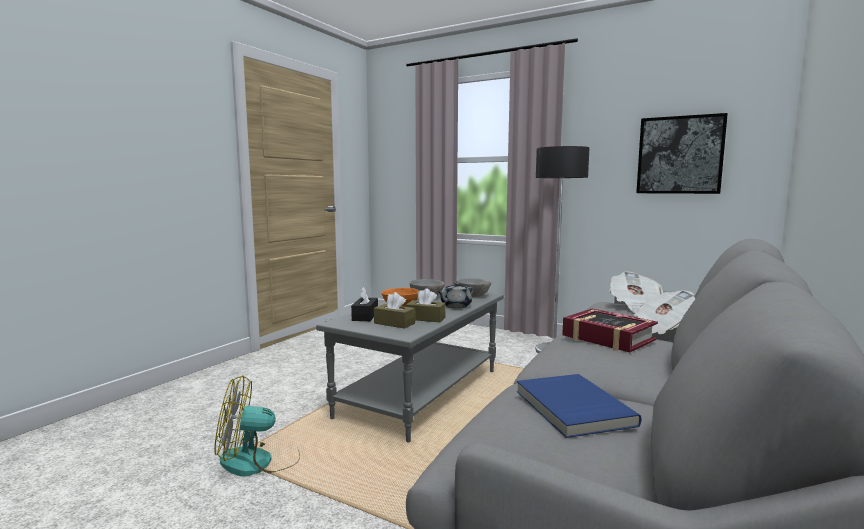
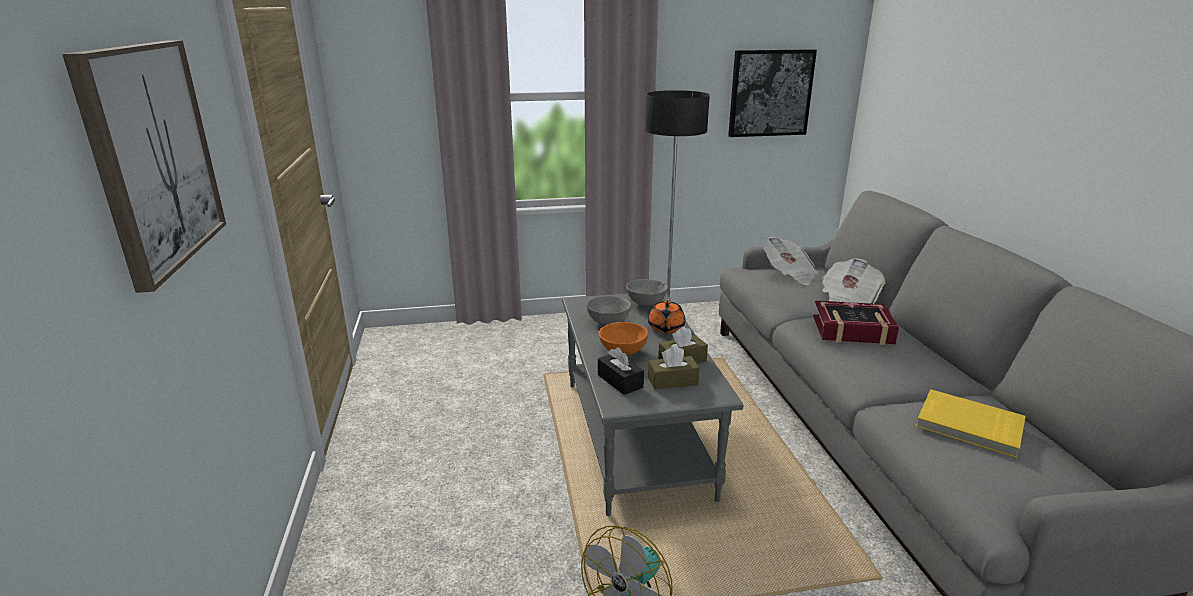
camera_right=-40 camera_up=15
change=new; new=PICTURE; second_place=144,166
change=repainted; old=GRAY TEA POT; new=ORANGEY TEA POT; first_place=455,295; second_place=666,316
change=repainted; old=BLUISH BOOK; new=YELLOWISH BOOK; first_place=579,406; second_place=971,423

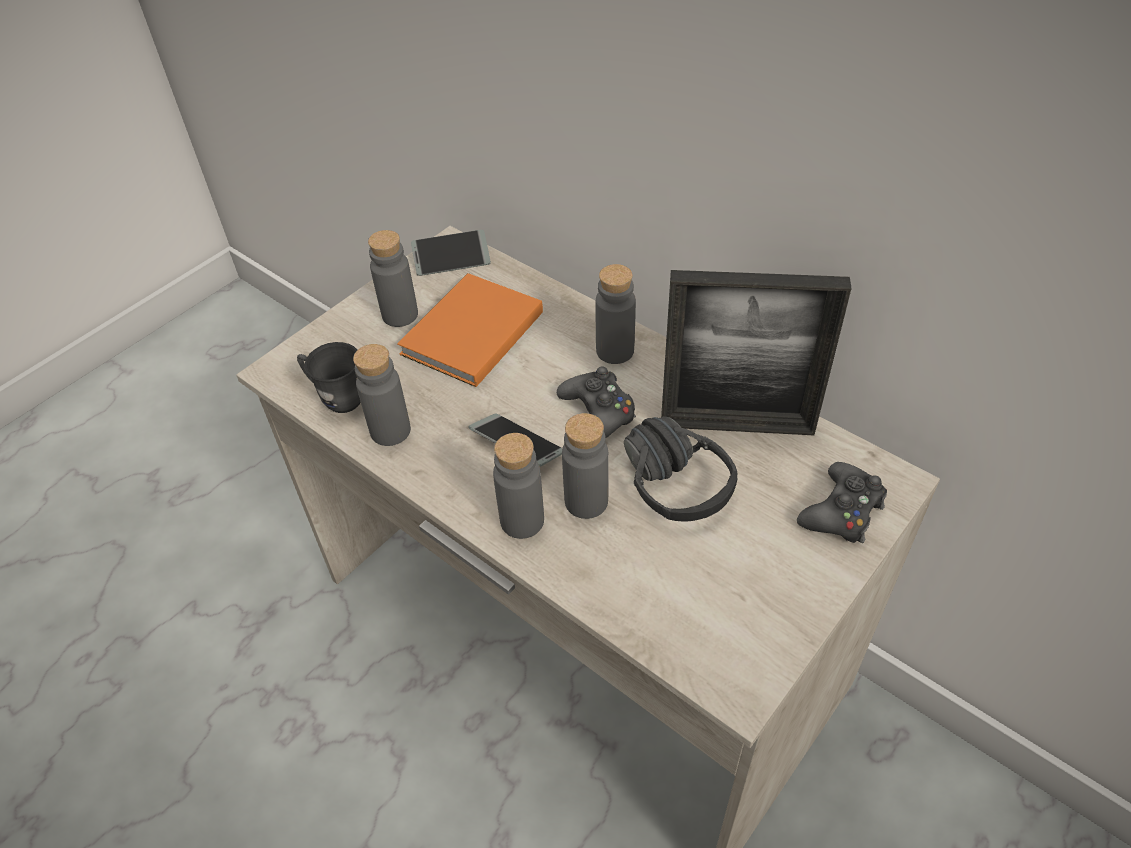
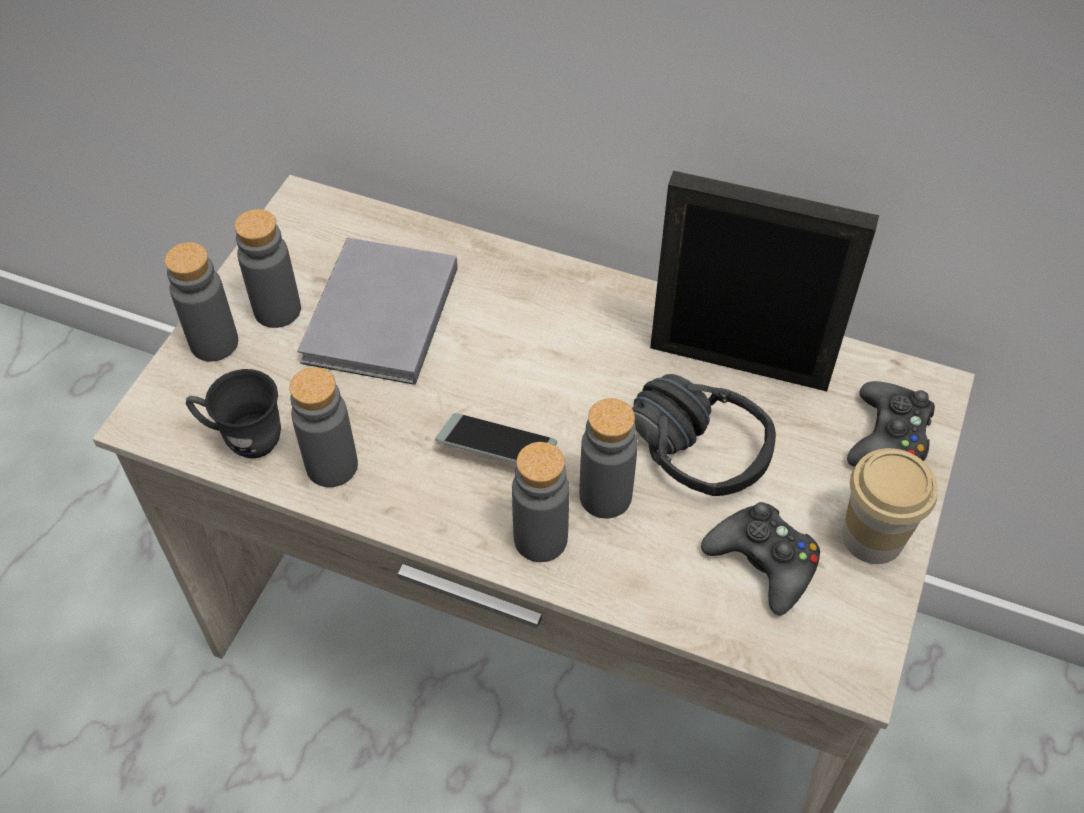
camera_right=-20 camera_up=5
change=shifted; old=GRAY DRINK BOTTLE; first_place=615,314; second_place=201,302
change=repainted; old=ORANGEY BOOK; new=GRAY BOOK; first_place=470,330; second_place=377,311
change=rotated; old=PICTURE FRAME; first_place=756,352; second_place=764,281; degrees=-150
change=shifted; old=BLACK-COLOURED GAMEPAD; first_place=596,402; second_place=760,559
change=new; new=DRINKING CUP; second_place=890,506
change=gone; old=PHONE; first_place=451,253

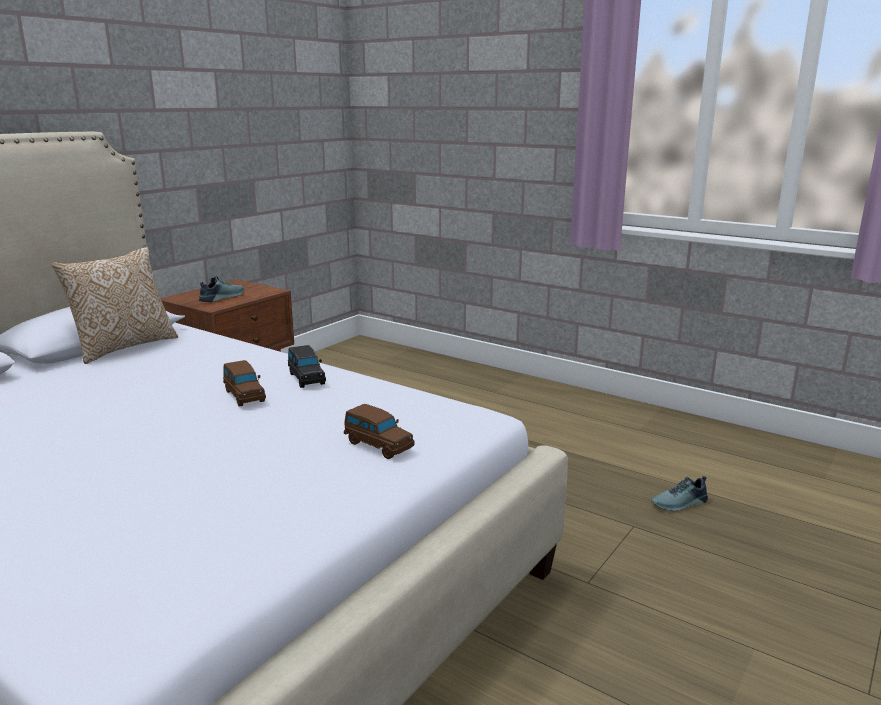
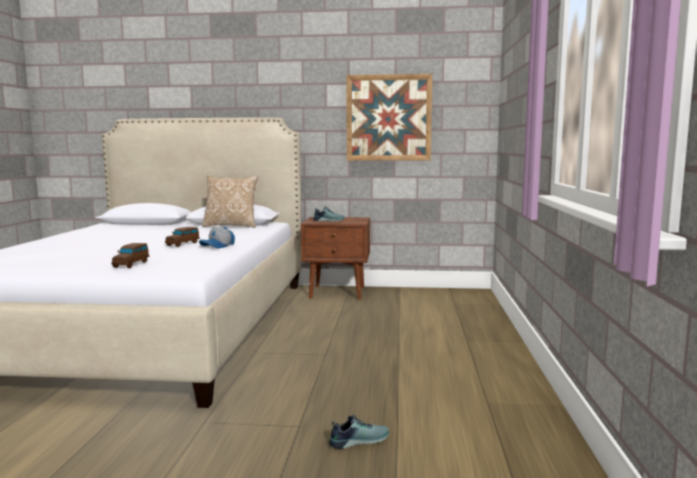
camera_right=60 camera_up=-10
change=swapped; old=BLACK-COLOURED MODEL CAR; new=BASEBALL CAP; first_place=307,366; second_place=217,237
change=rotated; old=ITEM OF FOOTWEAR; first_place=679,493; second_place=359,432; degrees=120
change=new; new=PICTURE; second_place=389,117

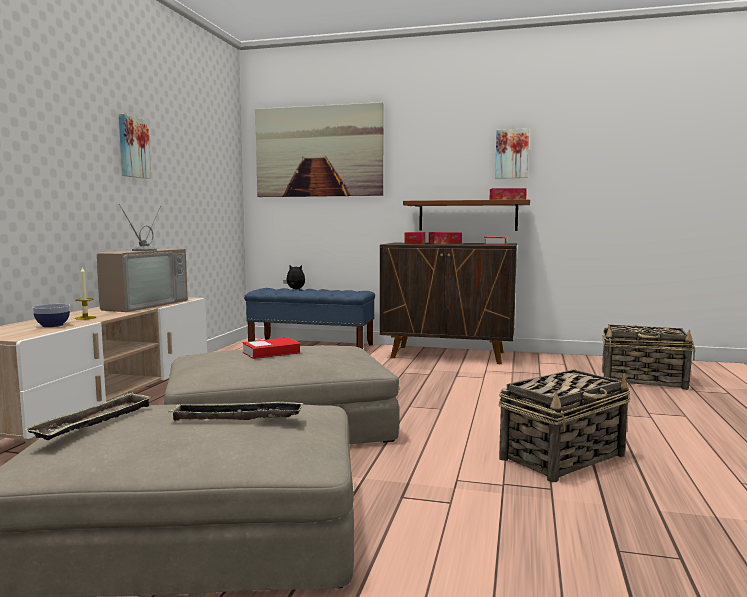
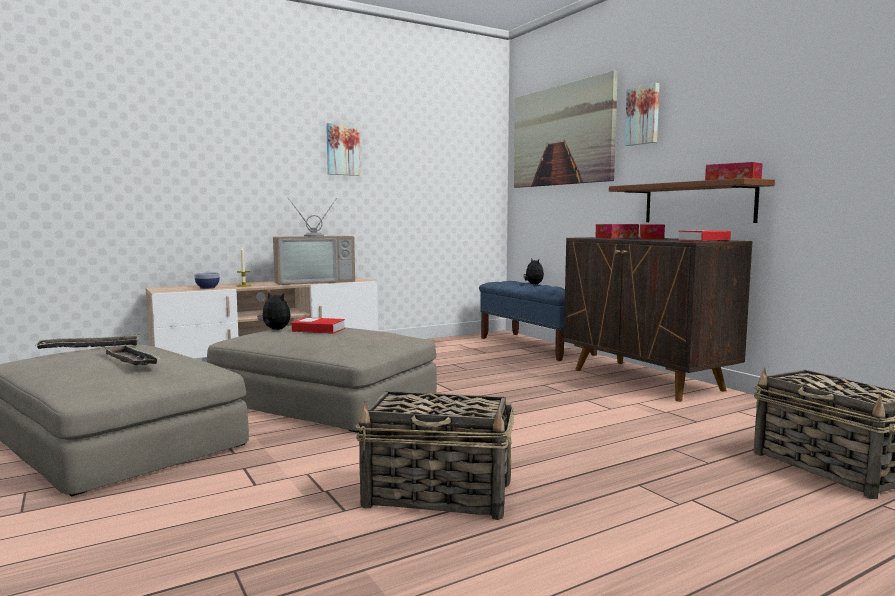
camera_right=45 camera_up=0
change=new; new=PLUSH TOY; second_place=274,311
change=shifted; old=PICTURE; first_place=512,154; second_place=642,114

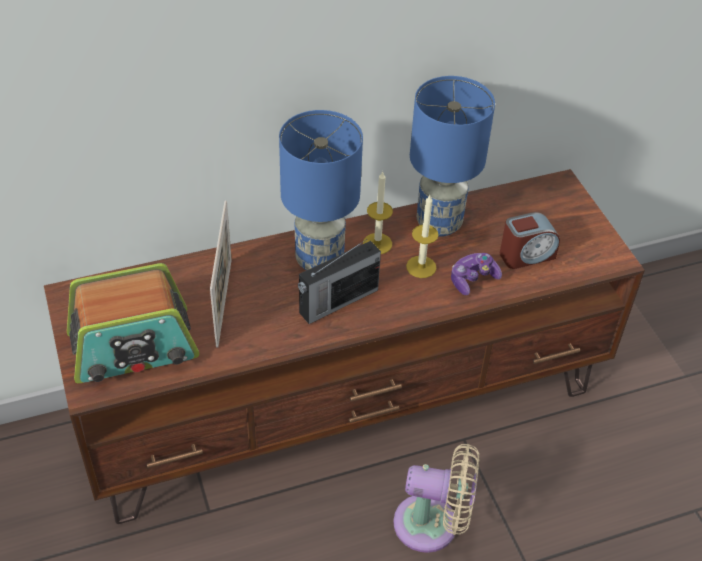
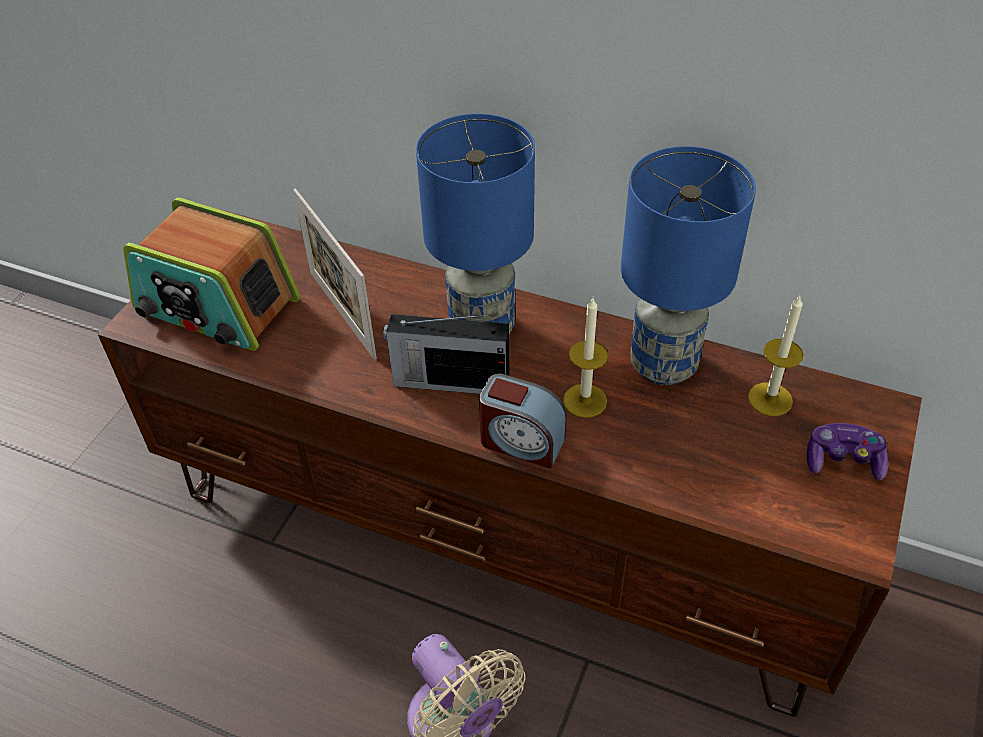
camera_right=45 camera_up=0
change=rotated; old=PICTURE FRAME; first_place=221,274; second_place=335,274; degrees=105
change=shifted; old=TABLE CLOCK; first_place=530,240; second_place=523,421
change=shifted; old=CANDLE; first_place=378,212; second_place=776,355
change=shifted; old=GAMEPAD; first_place=476,274; second_place=847,451

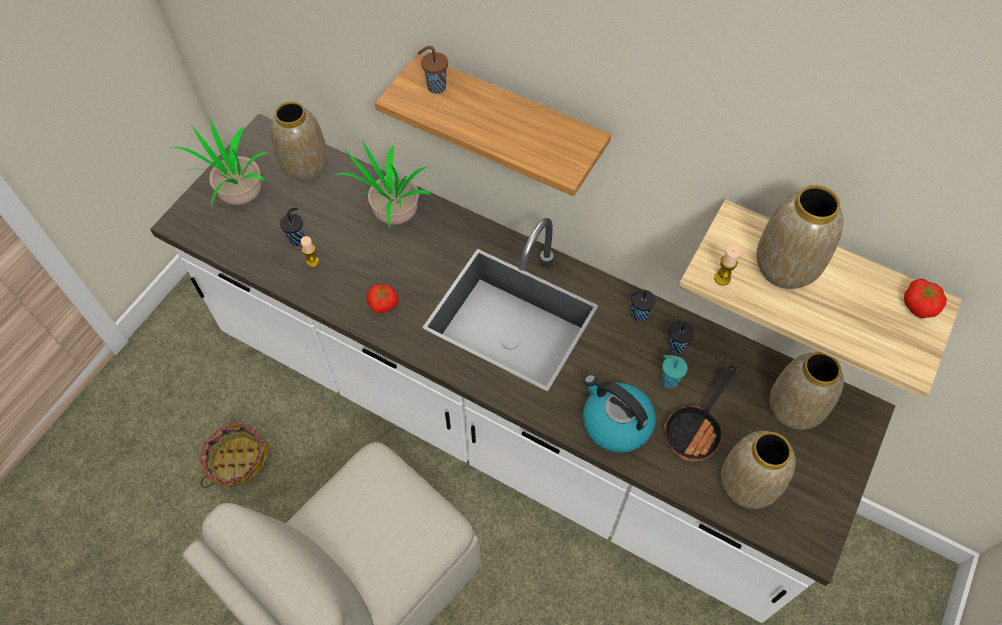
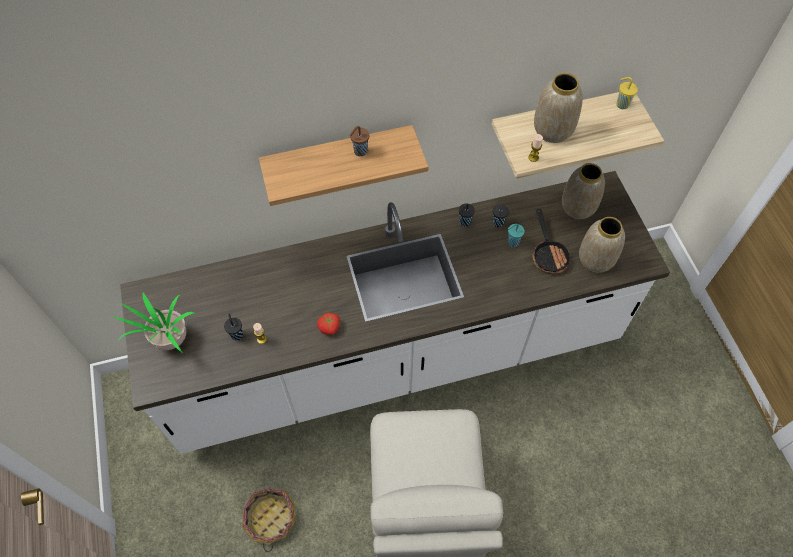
camera_right=-45 camera_up=0
change=shifted; old=BROWN-COLOURED DRINKING CUP; first_place=433,70; second_place=359,141
change=swapped; old=WHOLE TOMATO; new=YELLOWISH DRINKING CUP; first_place=925,299; second_place=627,93
change=gone; old=DECORATIVE VASE; first_place=299,141
change=gone; old=HOUSEPLANT; first_place=383,184
change=gone; old=WATER KETTLE; first_place=619,414

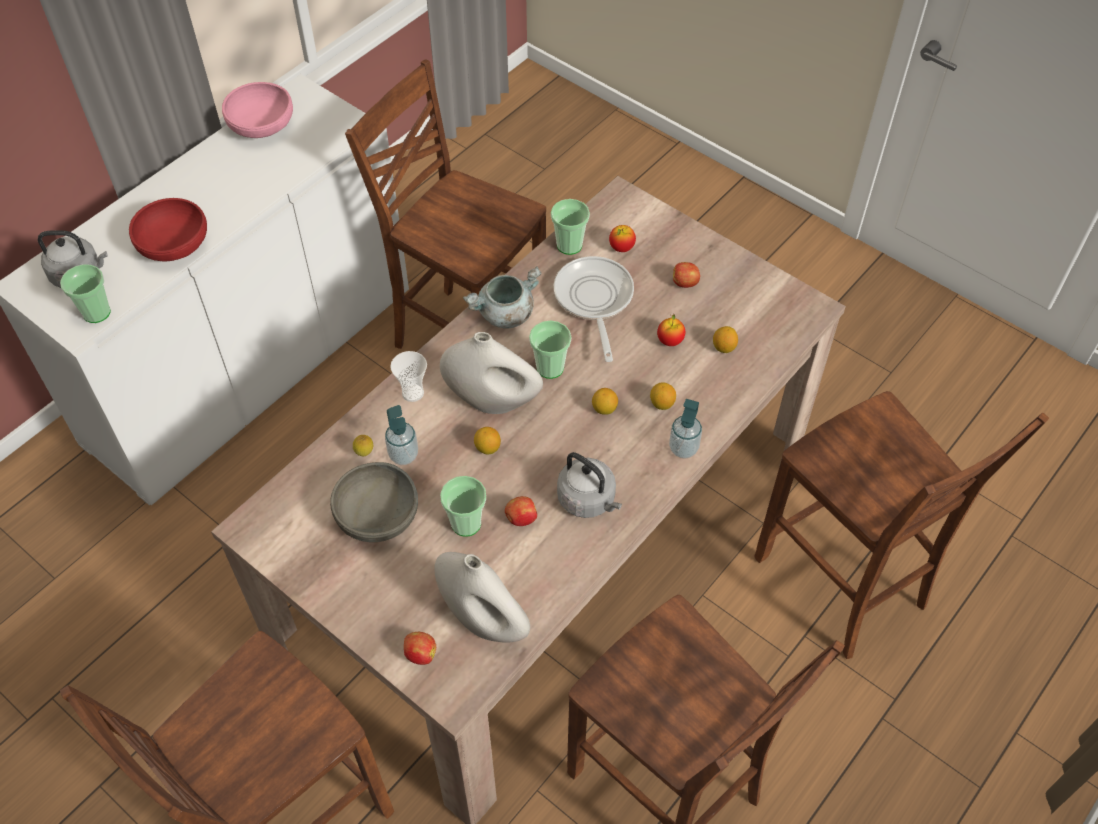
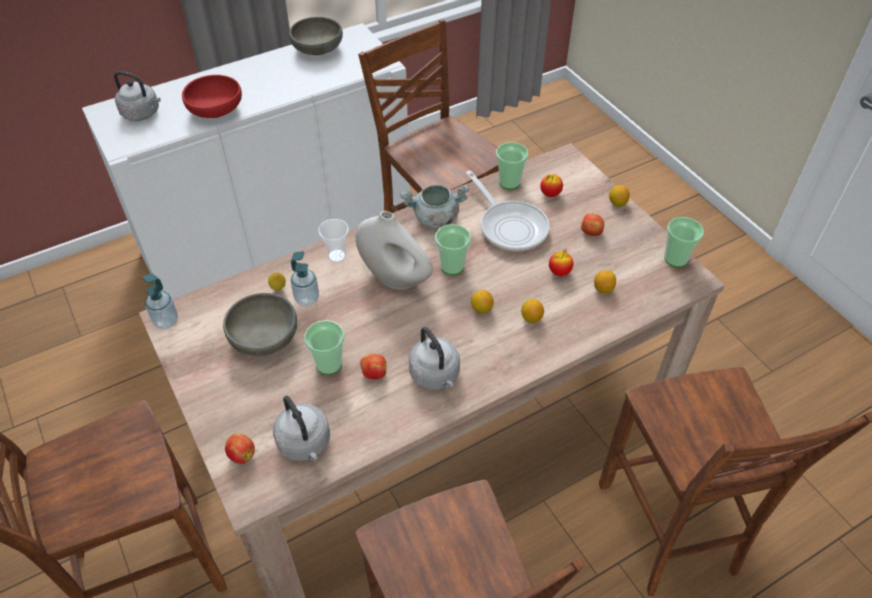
camera_right=20 camera_up=-5
change=shifted; old=SOAP DISPENSER; first_place=685,429; second_place=160,301
change=swapped; old=WHITE-COLOURED DECORATIVE VASE; new=GRAY WATER KETTLE; first_place=482,597; second_place=301,428
change=repainted; old=PINKISH DEEP DISH; new=GRAY DEEP DISH; first_place=257,110; second_place=316,36
change=rotated; old=SKILLET; first_place=594,309; second_place=508,211; degrees=135
change=shifted; old=CITRUS FRUIT; first_place=487,440; second_place=619,196
change=shifted; old=DRINKING CUP; first_place=85,293; second_place=684,242

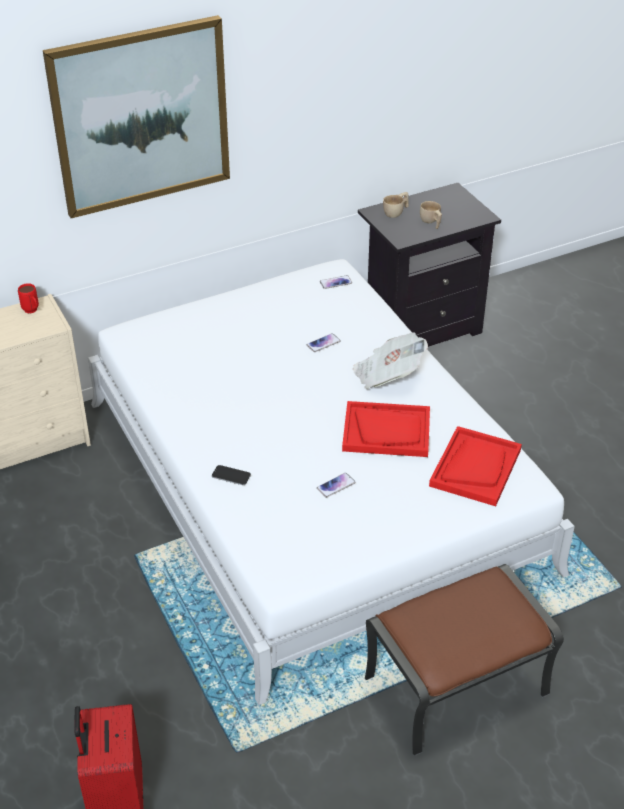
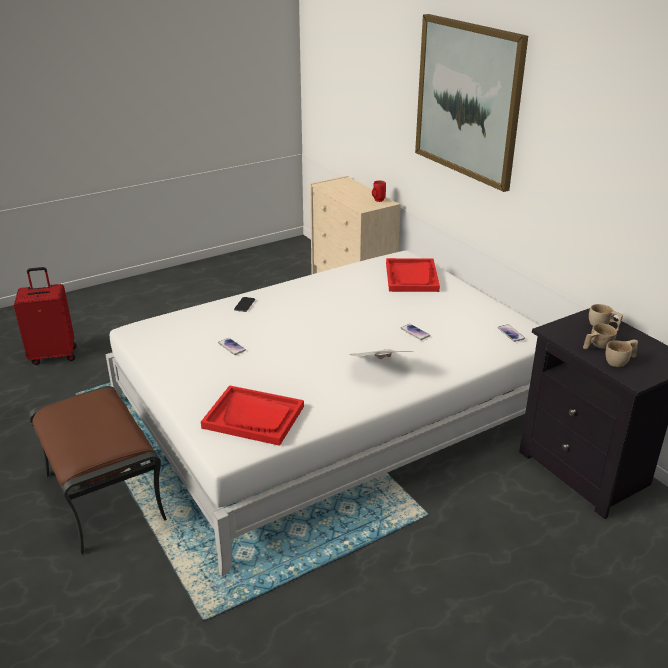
camera_right=85 camera_up=-10
change=shifted; old=RED CARRYING TRAY; first_place=386,429; second_place=413,275
change=new; new=SAND-COLOURED DRINKING CUP; second_place=621,353

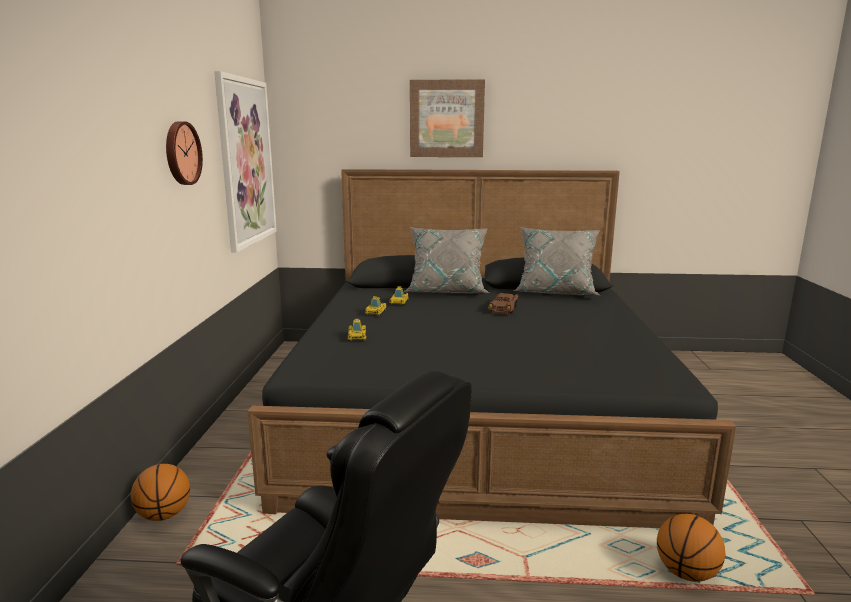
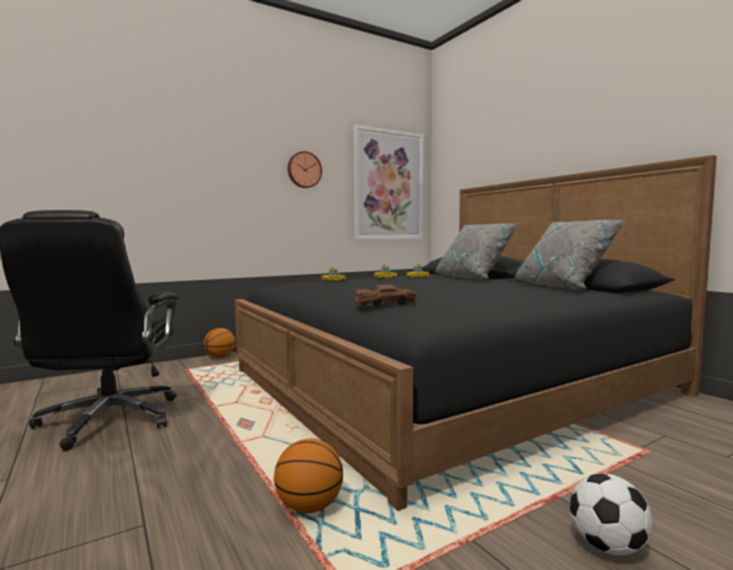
camera_right=55 camera_up=-10
change=shifted; old=BROWN-COLOURED MODEL CAR; first_place=503,304; second_place=385,296
change=new; new=FOOTBALL BALL; second_place=611,514
change=gone; old=PICTURE; first_place=447,118

